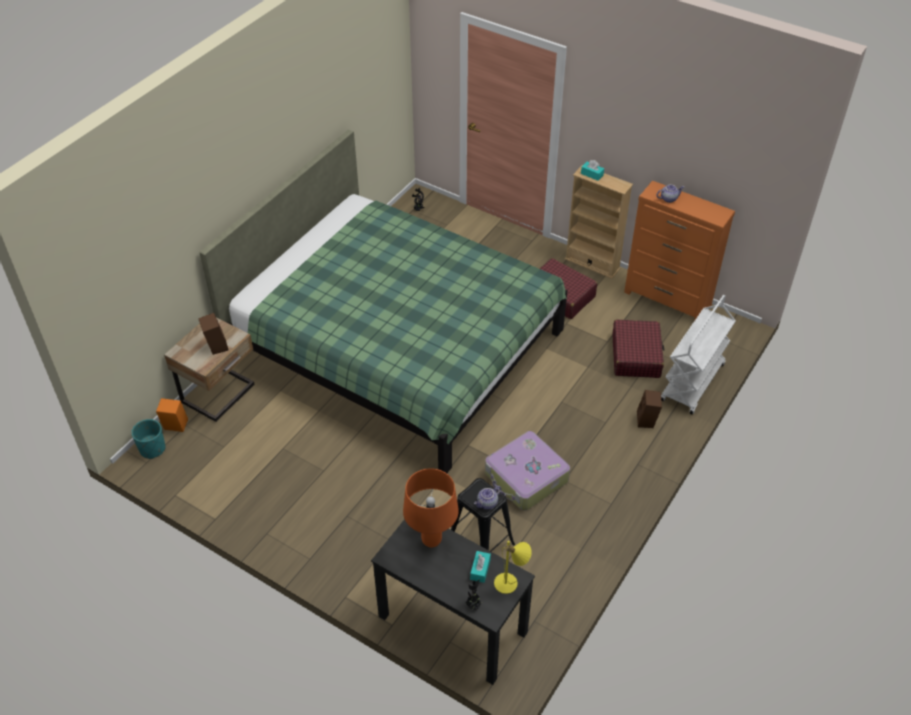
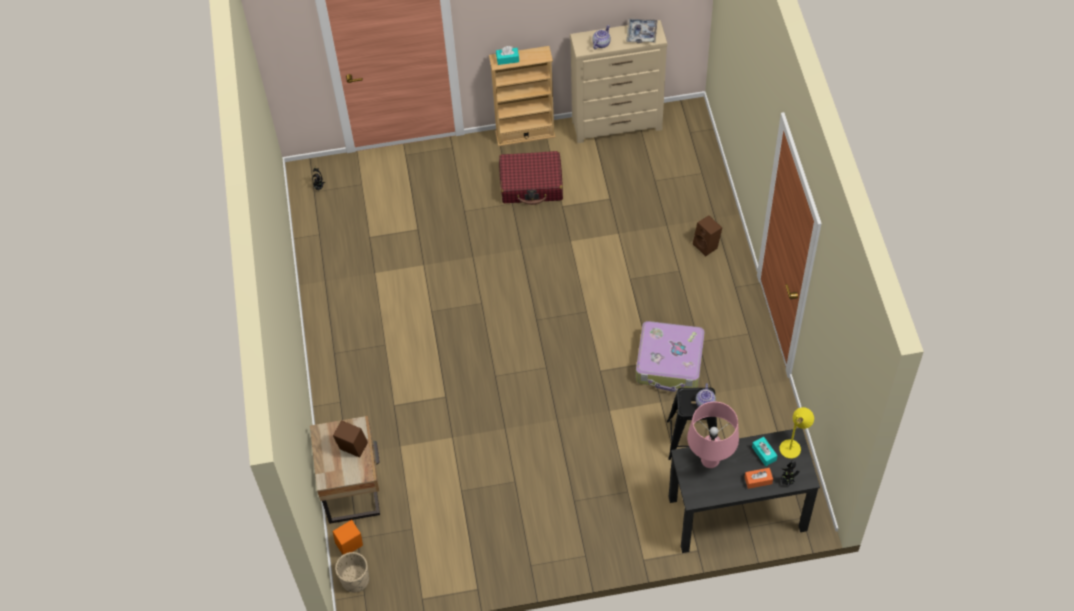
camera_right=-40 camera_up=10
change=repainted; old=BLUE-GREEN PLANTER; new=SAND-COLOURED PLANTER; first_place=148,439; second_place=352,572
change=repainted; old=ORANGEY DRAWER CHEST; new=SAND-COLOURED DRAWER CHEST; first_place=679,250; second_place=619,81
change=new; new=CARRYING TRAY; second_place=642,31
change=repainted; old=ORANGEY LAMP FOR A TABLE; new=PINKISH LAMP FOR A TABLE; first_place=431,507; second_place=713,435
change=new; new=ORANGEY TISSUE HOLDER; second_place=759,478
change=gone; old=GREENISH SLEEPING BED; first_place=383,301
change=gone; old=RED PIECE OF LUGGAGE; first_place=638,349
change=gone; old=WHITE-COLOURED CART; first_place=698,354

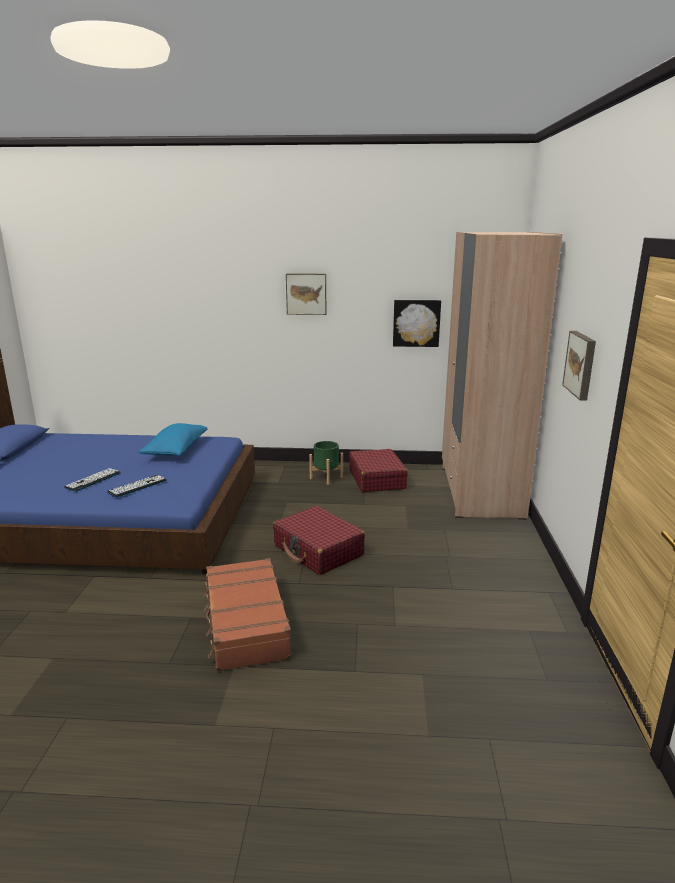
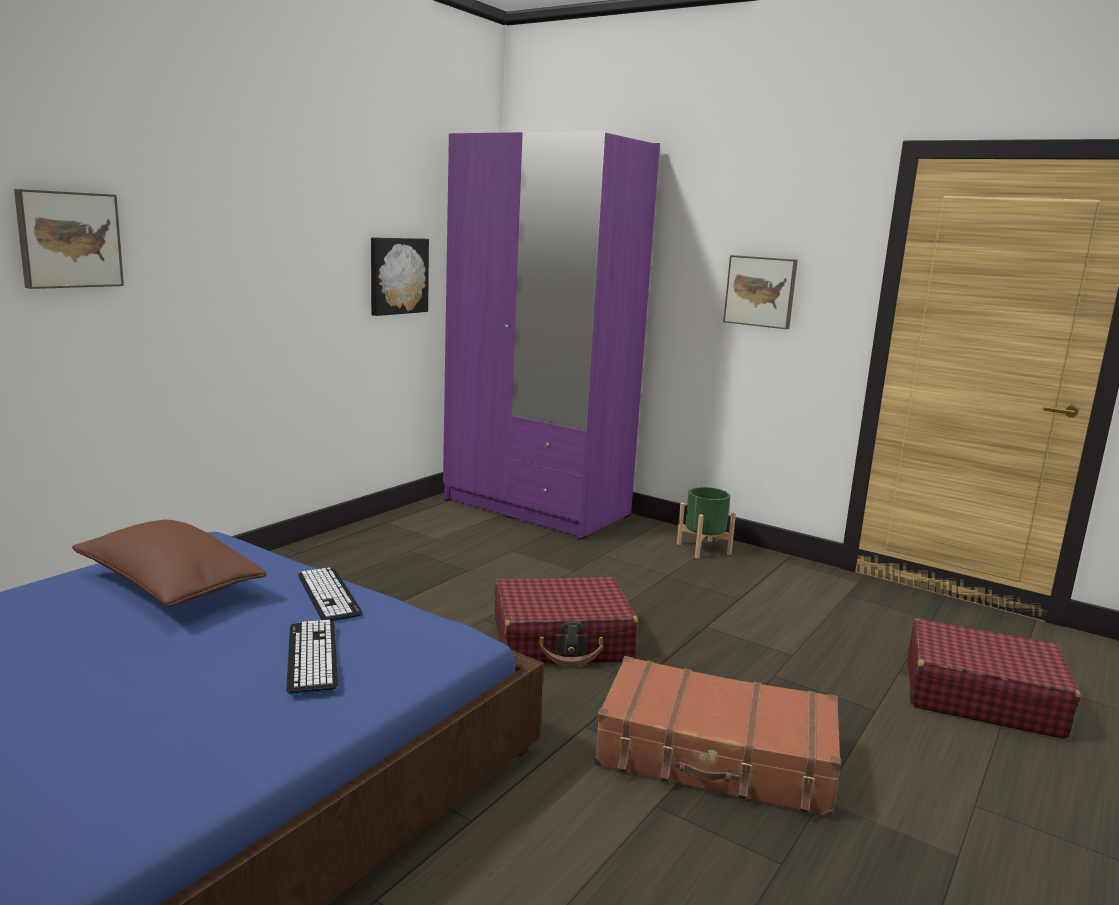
camera_right=-60 camera_up=-5
change=shifted; old=PICTURE; first_place=306,294; second_place=69,239
change=repainted; old=BLUISH PILLOW; new=BROWN-COLOURED PILLOW; first_place=173,439; second_place=169,563
change=shifted; old=PC KEYBOARD; first_place=92,480; second_place=330,594
change=repainted; old=SAND-COLOURED ARMOIRE; new=PURPLISH ARMOIRE; first_place=502,375; second_place=551,335
change=shifted; old=GREENISH PLANTER; first_place=326,463; second_place=706,522
change=shifted; old=RED PIECE OF LUGGAGE; first_place=378,470; second_place=994,679

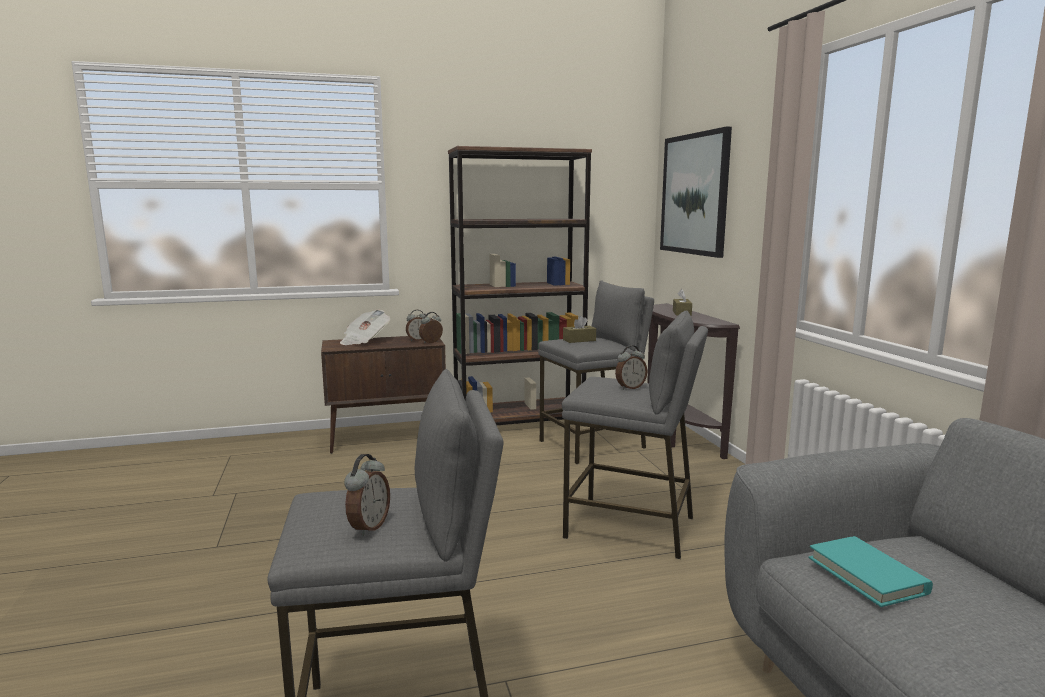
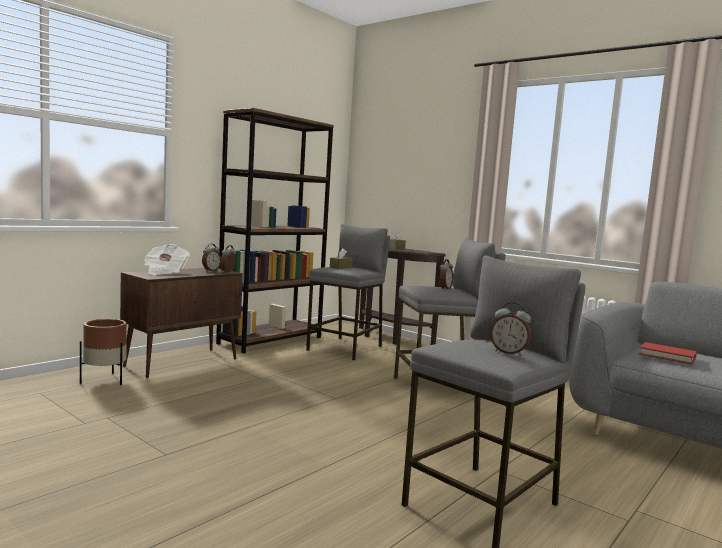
camera_right=-35 camera_up=-5
change=new; new=BROWN-COLOURED PLANTER; second_place=103,352
change=rotated; old=TABLE CLOCK; first_place=367,495; second_place=510,329; degrees=135
change=repainted; old=BLUE-GREEN BOOK; new=RED BOOK; first_place=870,571; second_place=668,353
change=gone; old=PICTURE; first_place=696,192

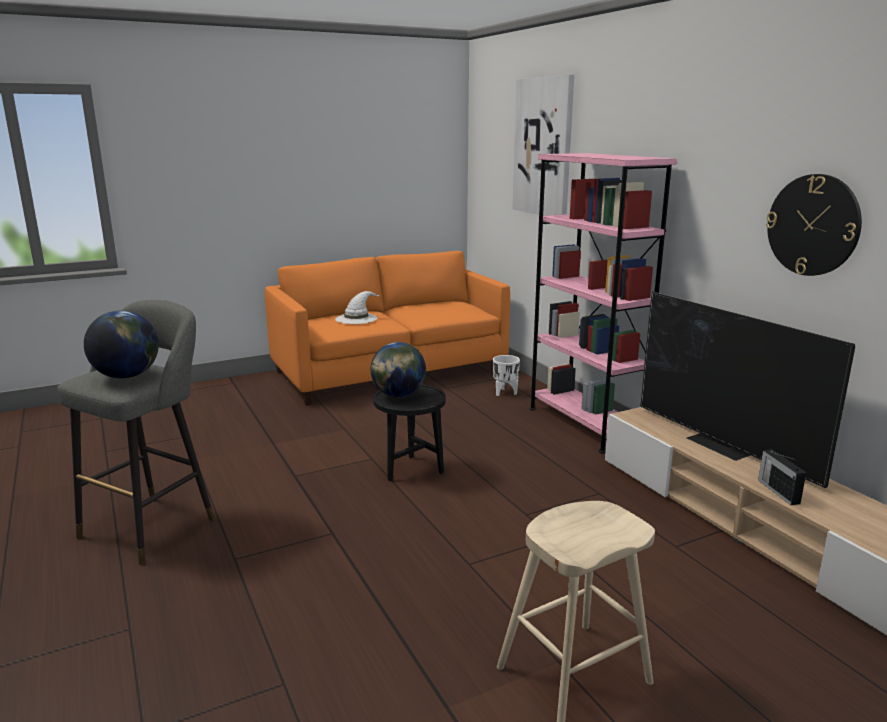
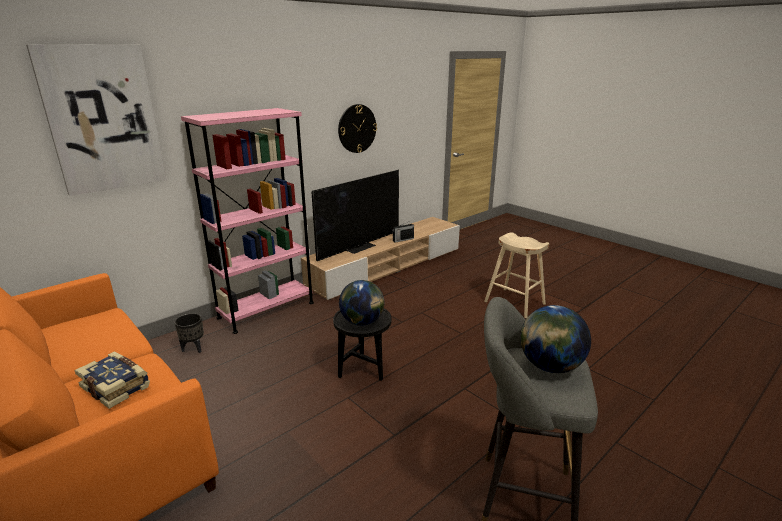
camera_right=-105 camera_up=5
change=swapped; old=WHITE-COLOURED WEARABLE HAT; new=BOOK; first_place=357,307; second_place=112,380
change=repainted; old=WHITE-COLOURED PLANTER; new=BLACK-COLOURED PLANTER; first_place=506,375; second_place=189,333

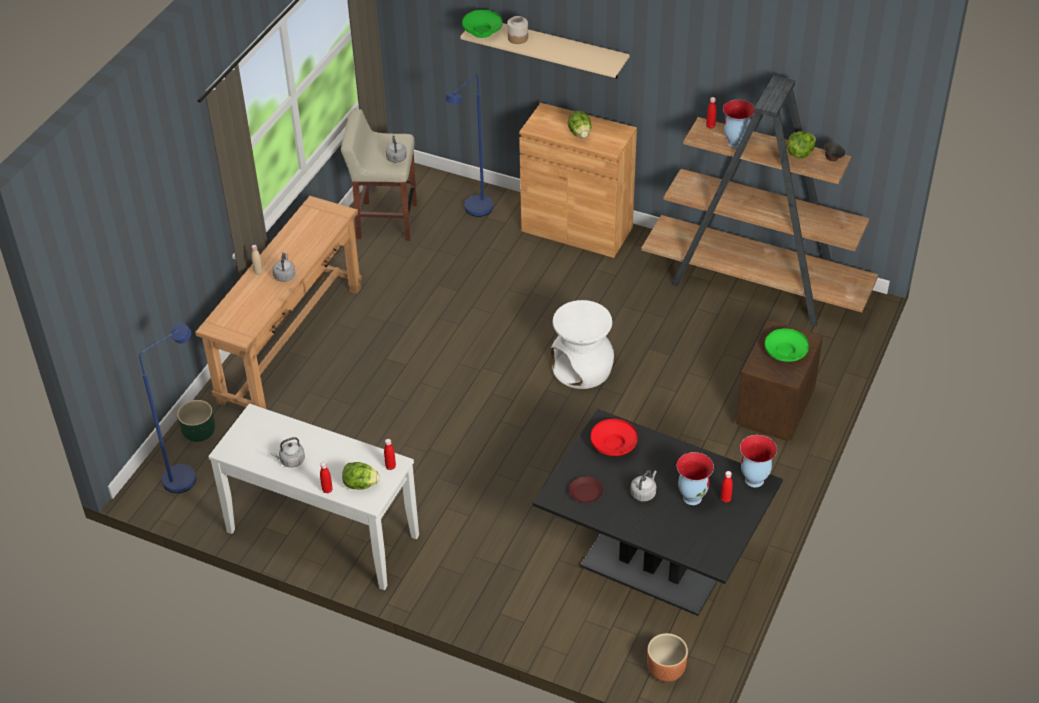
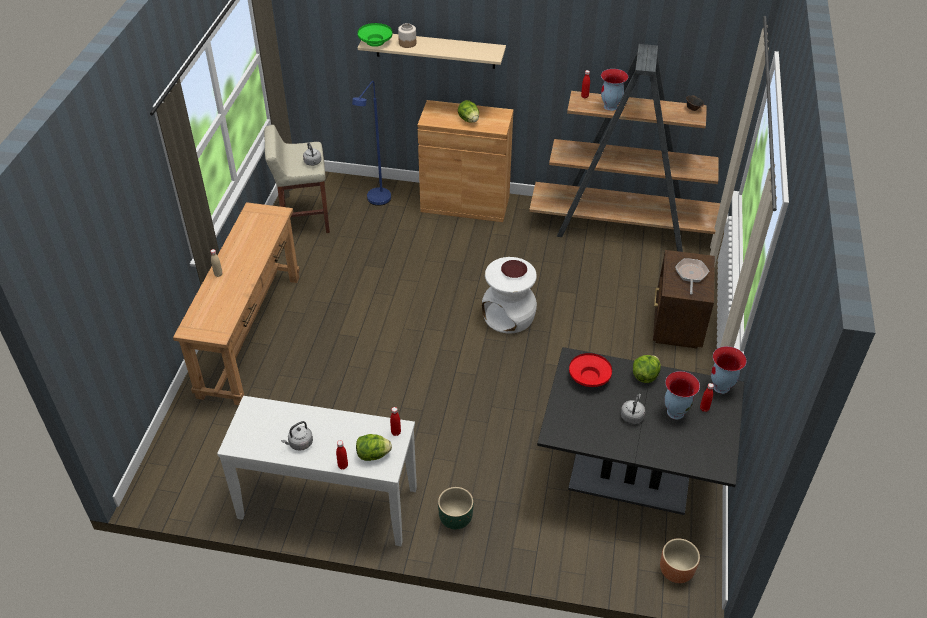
camera_right=-15 camera_up=0
change=shifted; old=GREENISH PLANTER; first_place=196,421; second_place=456,508
change=shifted; old=BROWN-COLOURED DINNER PLATE; first_place=586,490; second_place=514,269
change=shifted; old=HEAD OF LETTUCE; first_place=801,144; second_place=647,369
change=swapped; old=GREENISH DEEP DISH; new=SKILLET; first_place=787,345; second_place=692,276
change=gone; old=BLUISH FLOOR LAMP; first_place=167,408
change=gone; old=GRAY WATER KETTLE; first_place=284,267

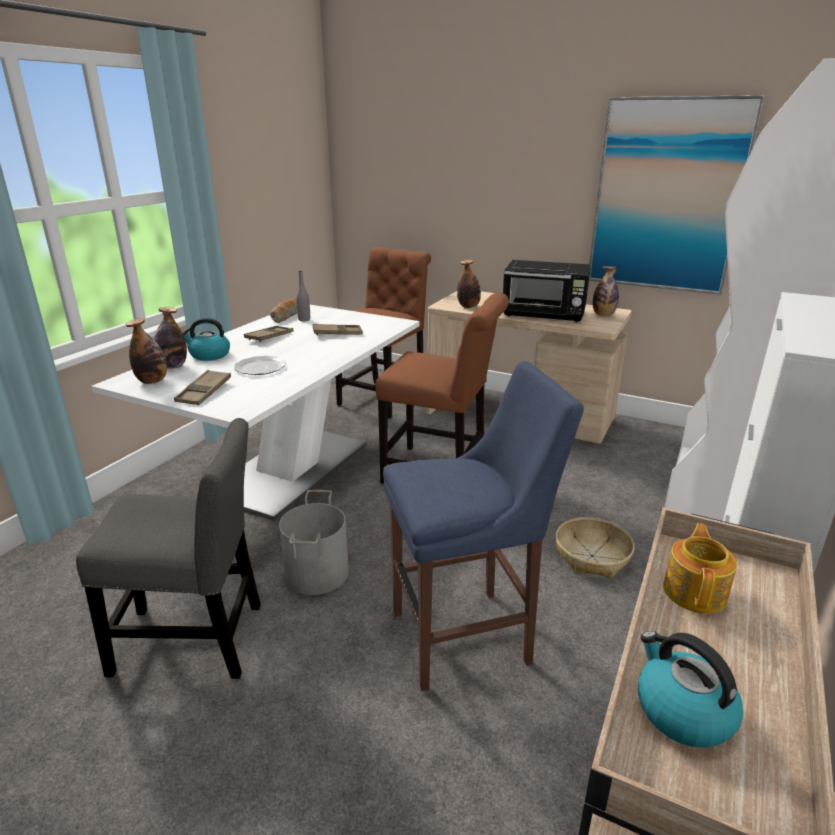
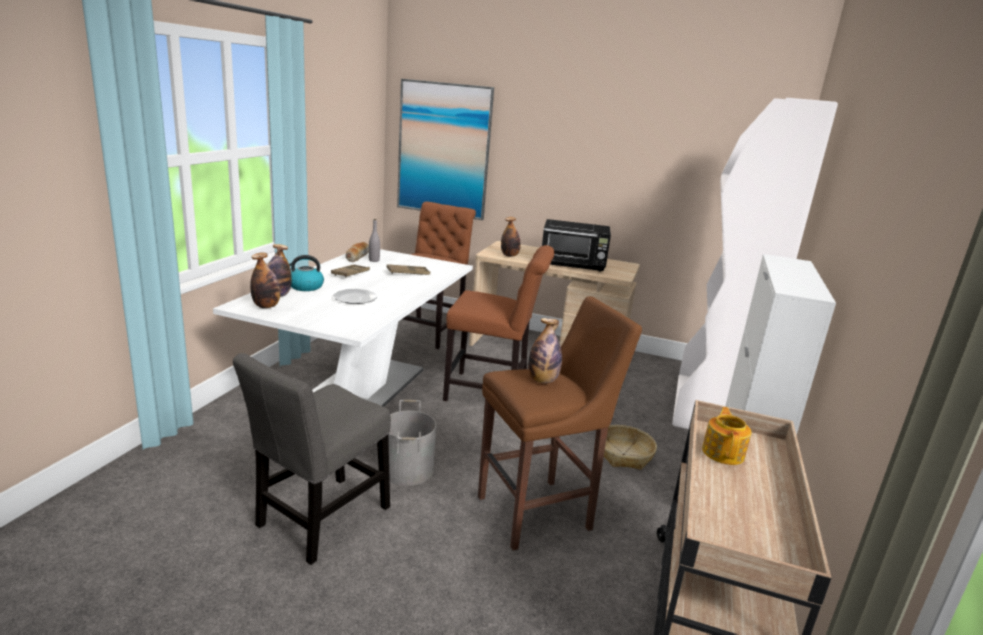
camera_right=-10 camera_up=-5
change=rotated; old=GRAY CHAIR; first_place=168,548; second_place=312,459; degrees=135
change=shifted; old=PICTURE; first_place=676,195; second_place=445,149
change=repainted; old=BLUISH SITTING STOOL; new=BROWN-COLOURED SITTING STOOL; first_place=483,526; second_place=560,423
change=shifted; old=DRINK BOTTLE; first_place=606,291; second_place=545,350
change=gone; old=BROWN-COLOURED CARRYING TRAY; first_place=202,387
change=gone; old=WATER KETTLE; first_place=690,689

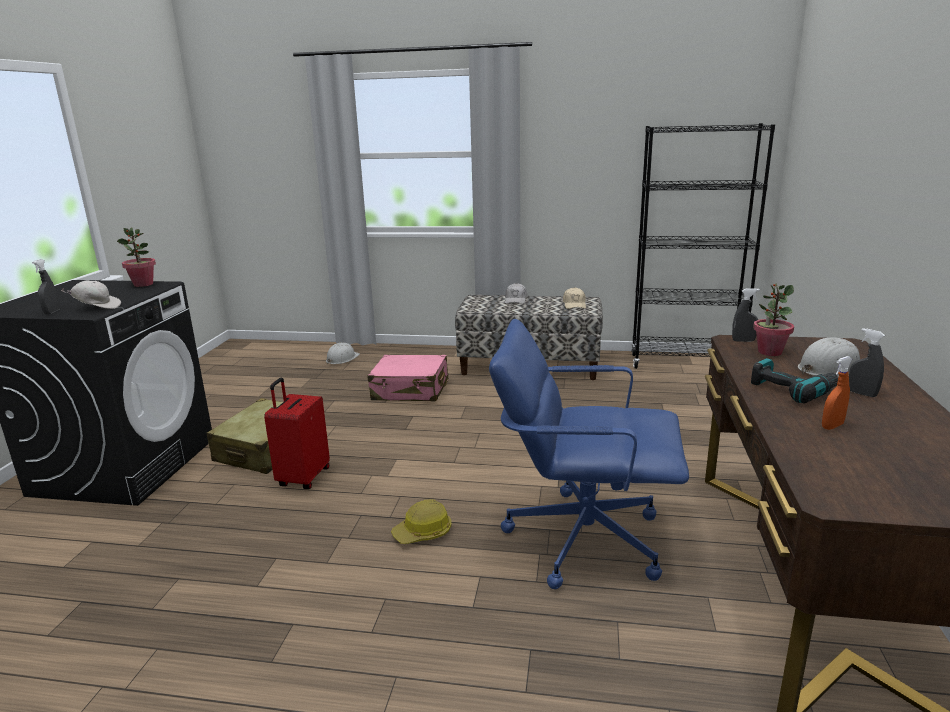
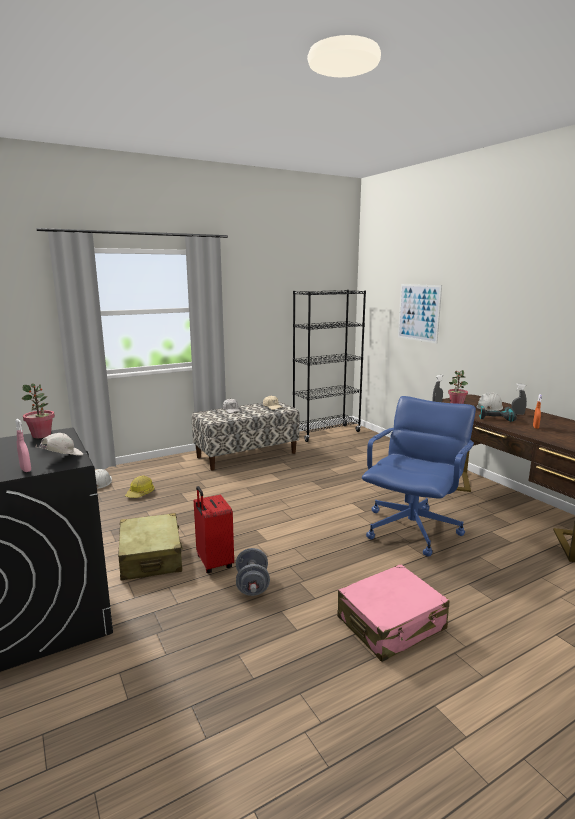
camera_right=-40 camera_up=-5
change=repainted; old=GRAY HAND SPRAYER; new=PINKISH HAND SPRAYER; first_place=46,286; second_place=23,445
change=shifted; old=SAFETY HELMET; first_place=421,521; second_place=140,487
change=new; new=GRAY FREE WEIGHT; second_place=253,572
change=shifted; old=PINKISH PIECE OF LUGGAGE; first_place=408,378; second_place=393,613
change=rotated; old=BLUISH DESK CHAIR; first_place=589,454; second_place=419,476; degrees=150
change=new; new=PICTURE; second_place=420,314

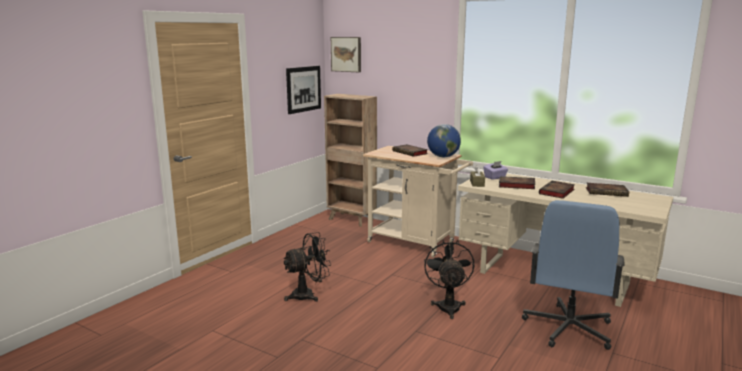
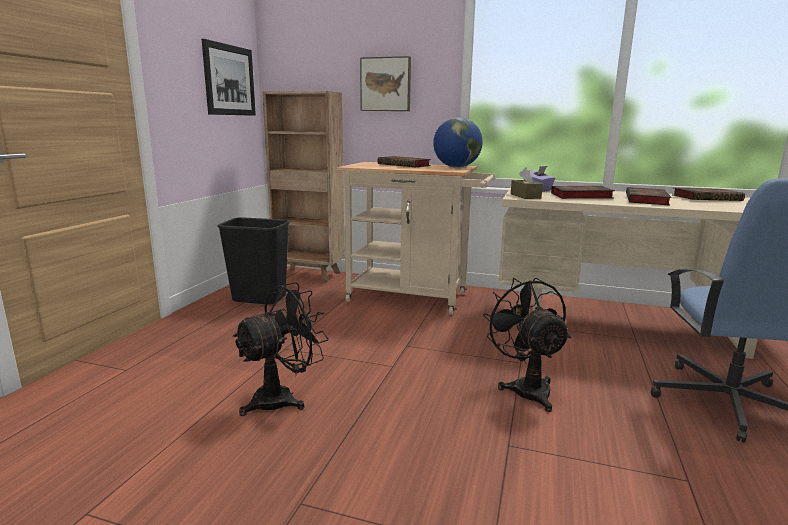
camera_right=-15 camera_up=0
change=new; new=BLACK-COLOURED RUBBISH BIN; second_place=254,261
change=shifted; old=PICTURE; first_place=346,54; second_place=385,83

